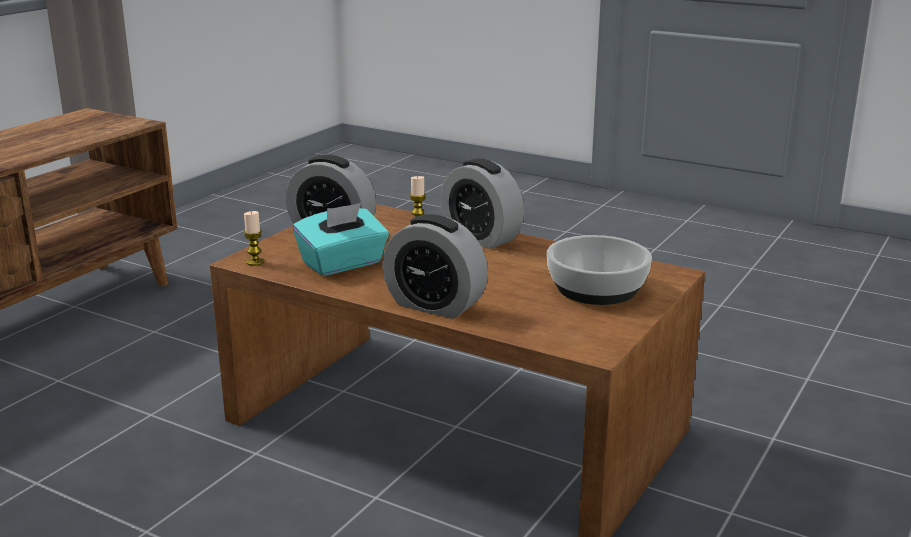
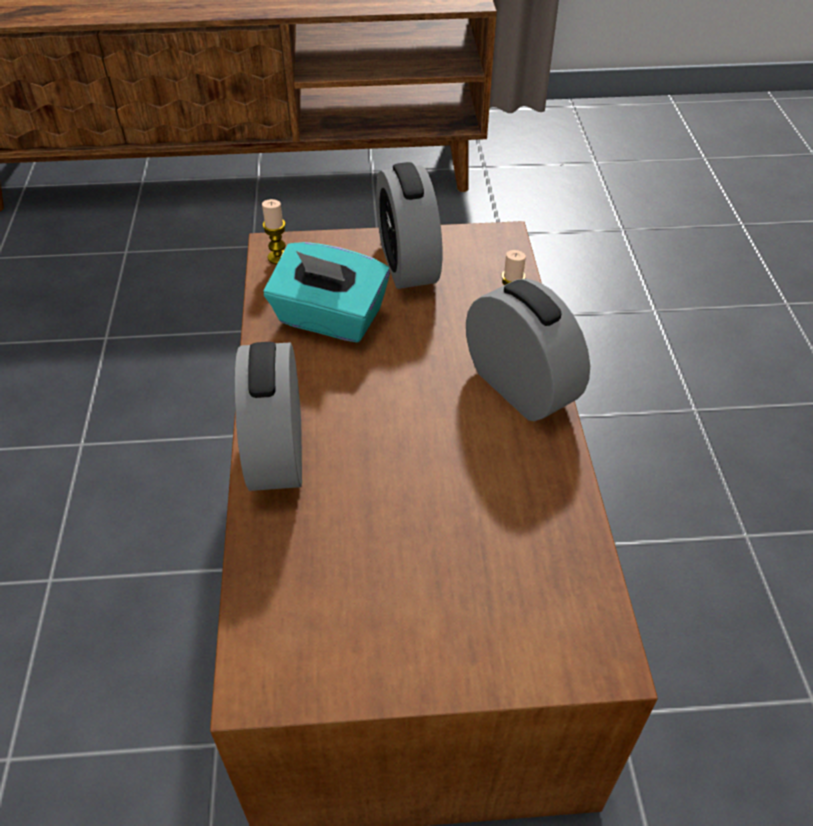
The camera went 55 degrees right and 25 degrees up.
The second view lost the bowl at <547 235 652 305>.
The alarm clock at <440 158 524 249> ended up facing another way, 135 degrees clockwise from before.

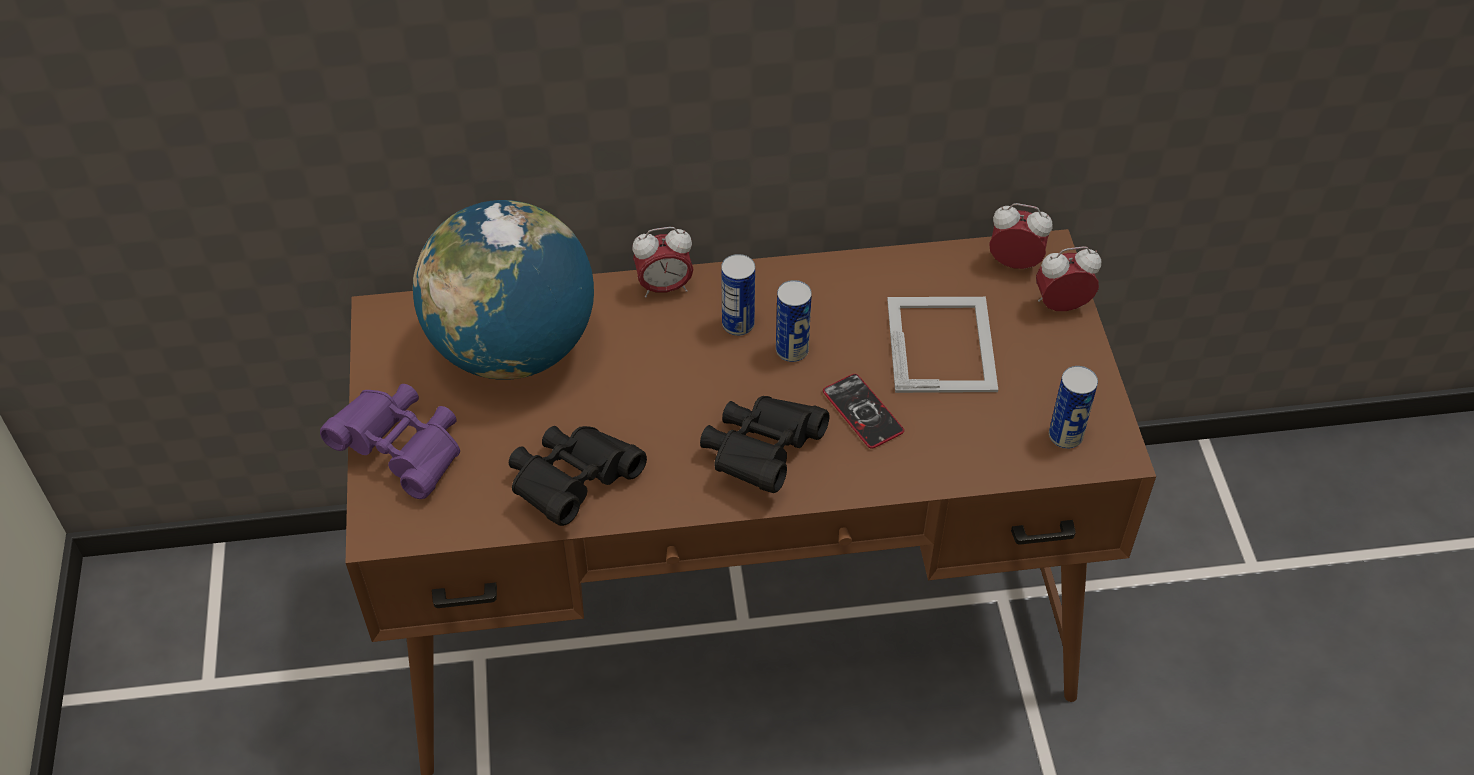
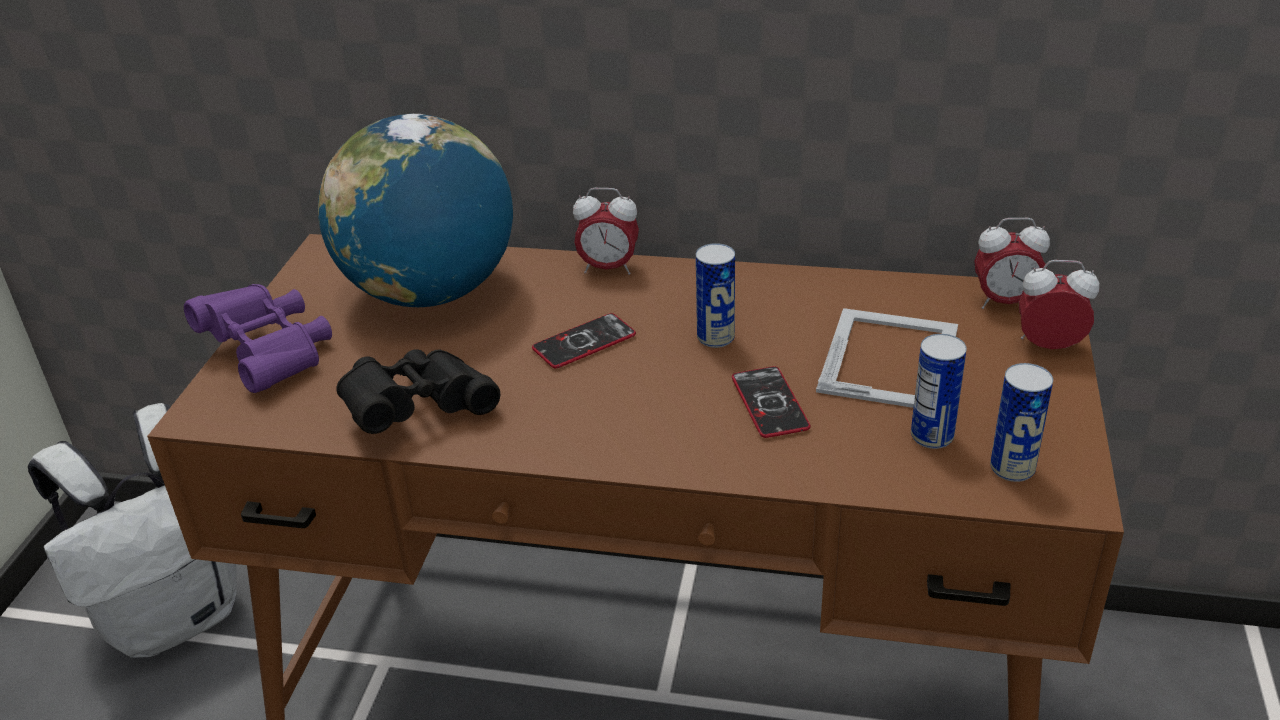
The camera went 20 degrees right and 15 degrees down.
The second view lost the black binoculars at <700 396 829 493>.
The second view gained the white backpack at <28 403 237 658>.
The second view gained the phone at <532 313 636 368>.
The can ended up elsewhere, having gone from <721 254 755 336> to <911 334 967 449>.
The alarm clock at <989 203 1052 269> ended up facing another way, 150 degrees clockwise from before.

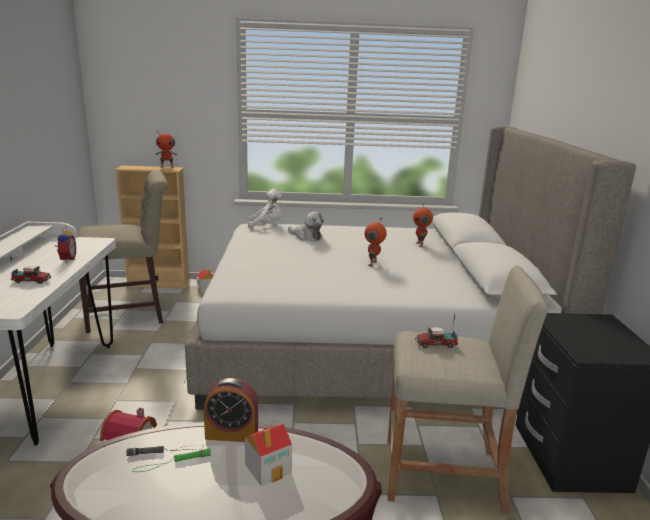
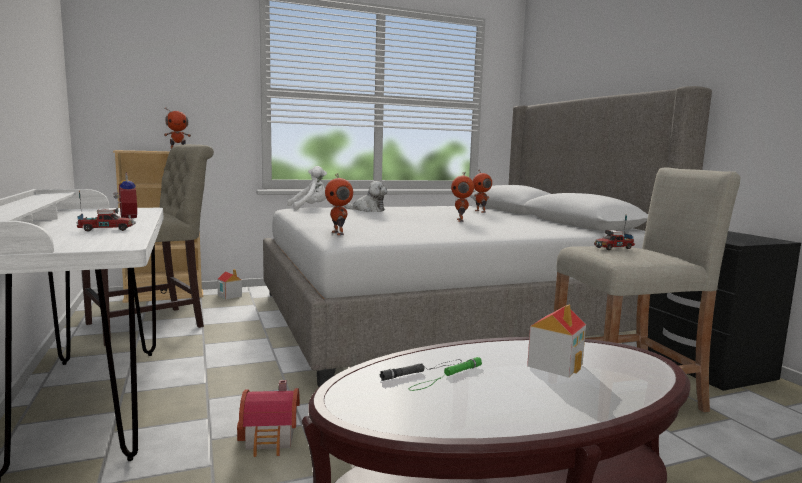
The camera went 20 degrees left and 10 degrees down.
The second view lost the alarm clock at <204 378 258 442>.
The second view gained the toy robot at <325 174 353 235>.

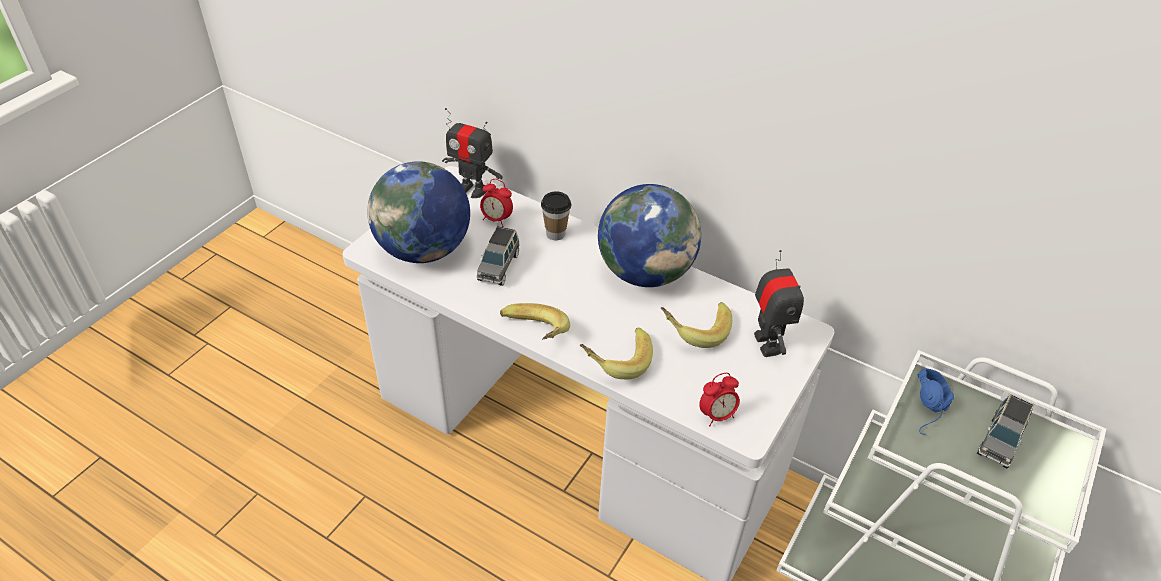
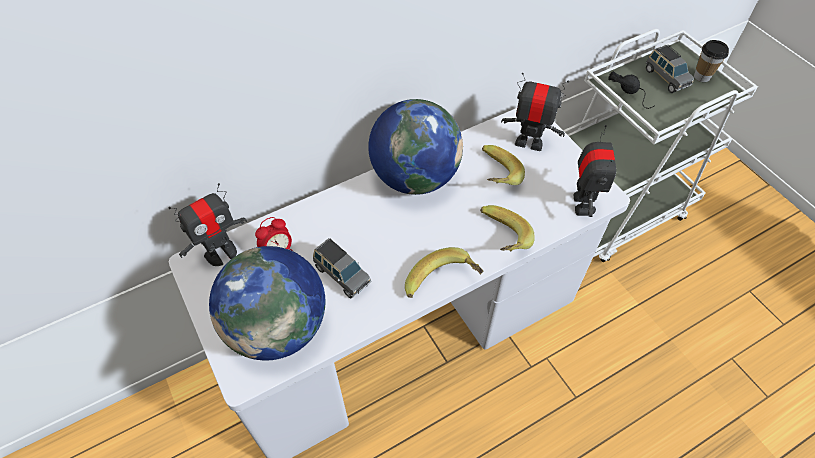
The camera went 60 degrees left and 10 degrees up.
The cup ended up elsewhere, having gone from <541 192 571 240> to <694 40 729 82>.
Where the alarm clock stood at <699 373 740 426>, the toy robot came to stand at <574 125 616 217>.
What was the blue headphones at <918 369 954 435> turned into the black headphones at <608 71 655 109>.

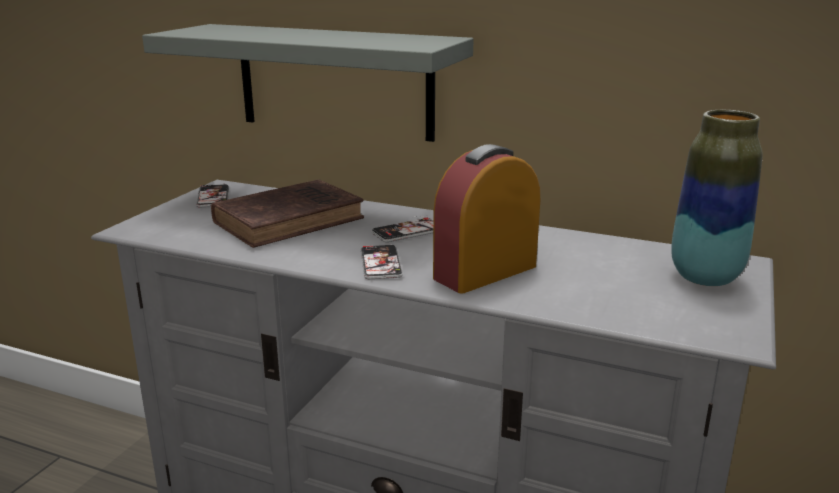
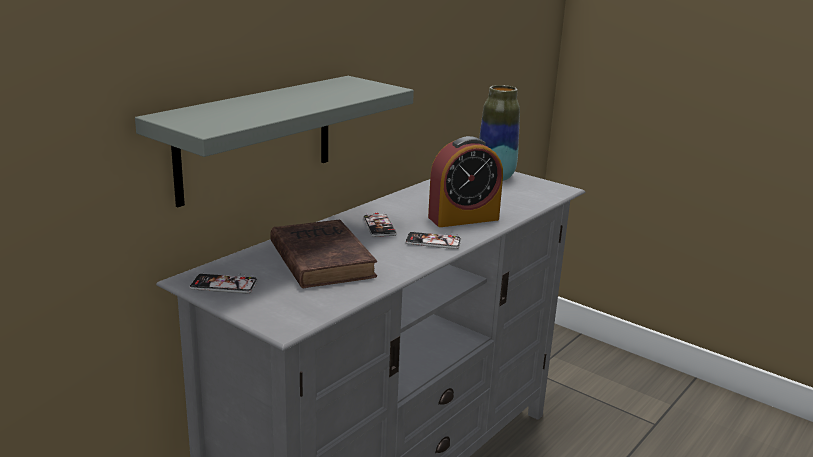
The camera went 75 degrees left and 0 degrees up.
The alarm clock at <433 144 540 294> ended up facing another way, 90 degrees counterclockwise from before.

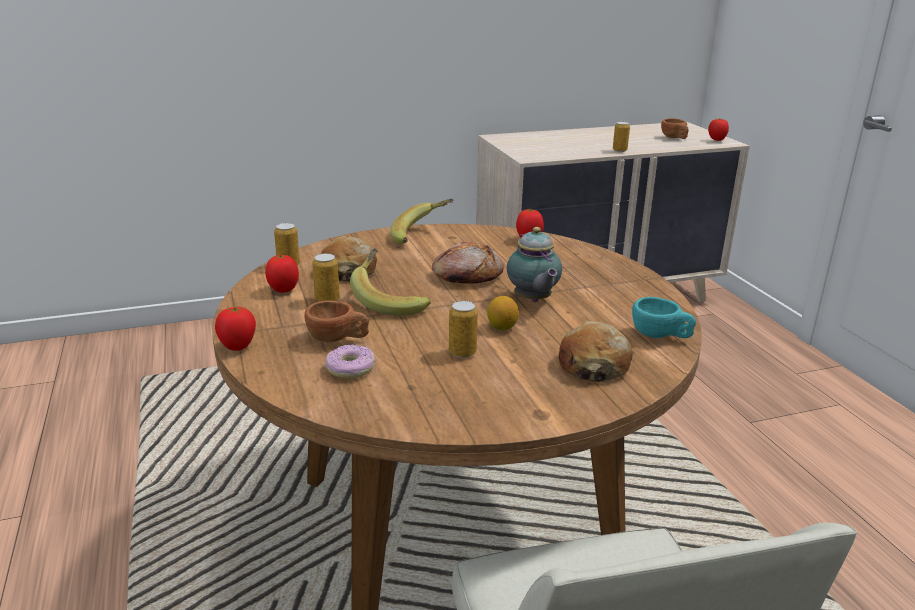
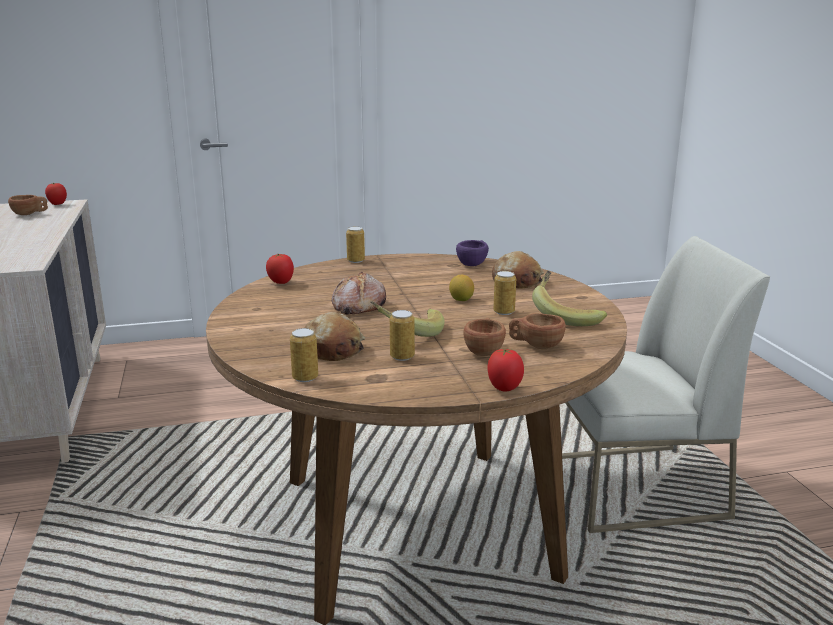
The camera went 85 degrees left and 5 degrees down.
The second view lost the tomato at <265 255 299 293>.
The second view lost the teapot at <507 227 562 302>.
The banana ended up elsewhere, having gone from <390 199 454 244> to <532 271 607 326>.
The can ended up elsewhere, having gone from <613 122 630 152> to <346 226 365 263>.
Where the donut stood at <325 344 376 379>, the brown cup came to stand at <509 313 566 349>.
What was the turquoise cup at <632 297 696 338> turned into the purple cup at <456 240 489 266>.

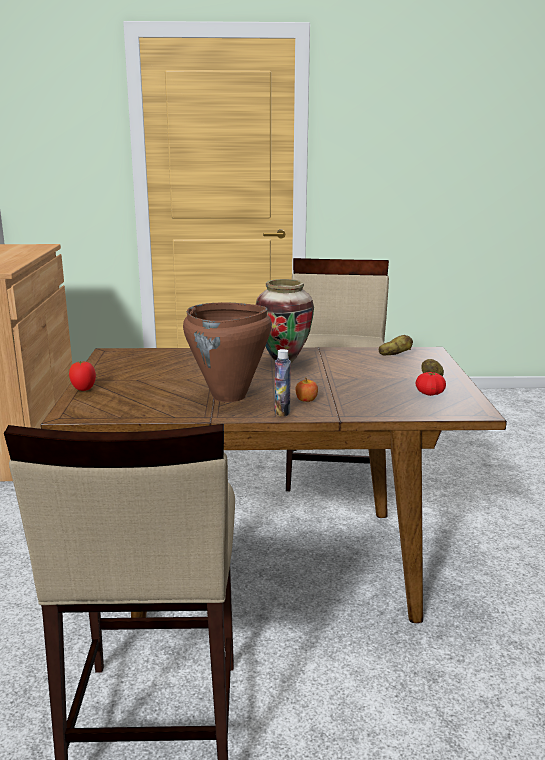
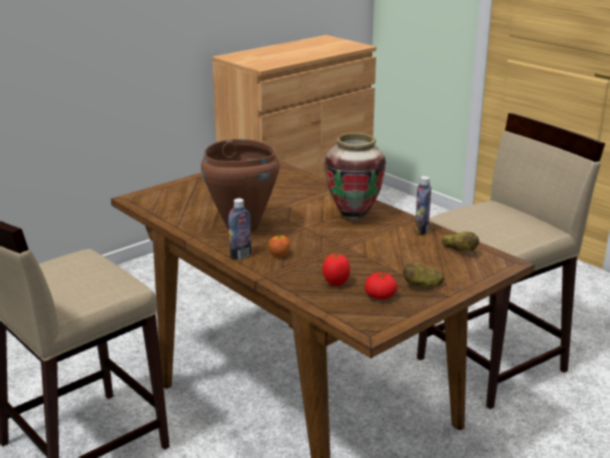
The camera went 50 degrees right and 5 degrees up.
The second view gained the bottle at <415 176 432 235>.
The tomato ended up elsewhere, having gone from <69 361 96 391> to <322 253 350 286>.

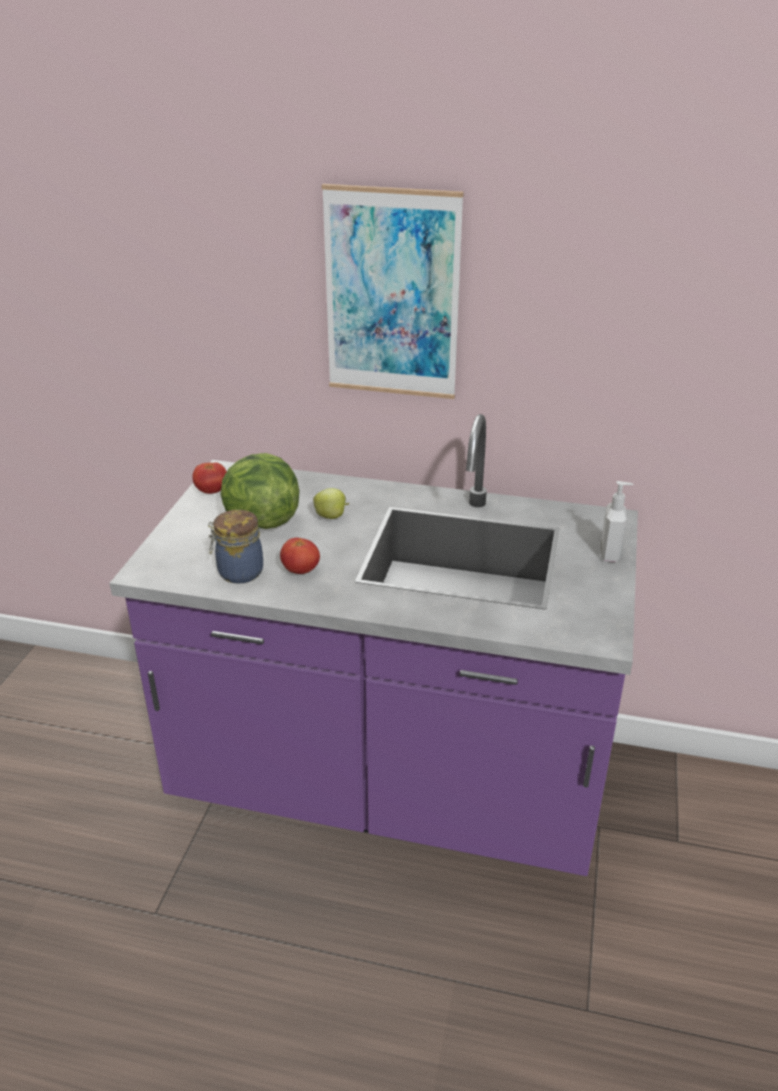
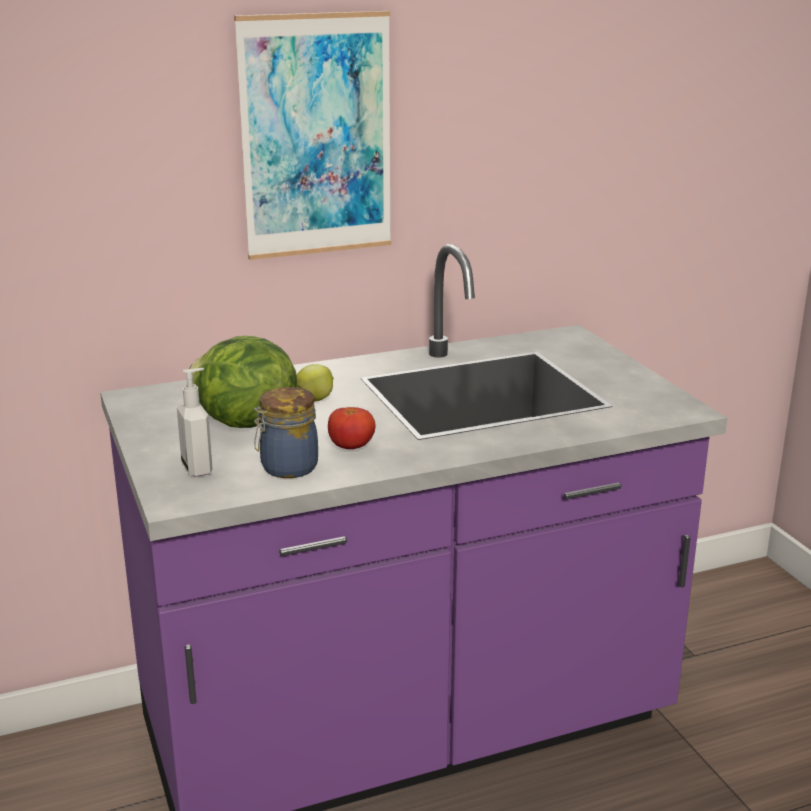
The camera went 35 degrees left and 10 degrees down.
The second view lost the tomato at <192 462 227 494>.
The soap dispenser ended up elsewhere, having gone from <601 481 633 562> to <177 368 212 477>.

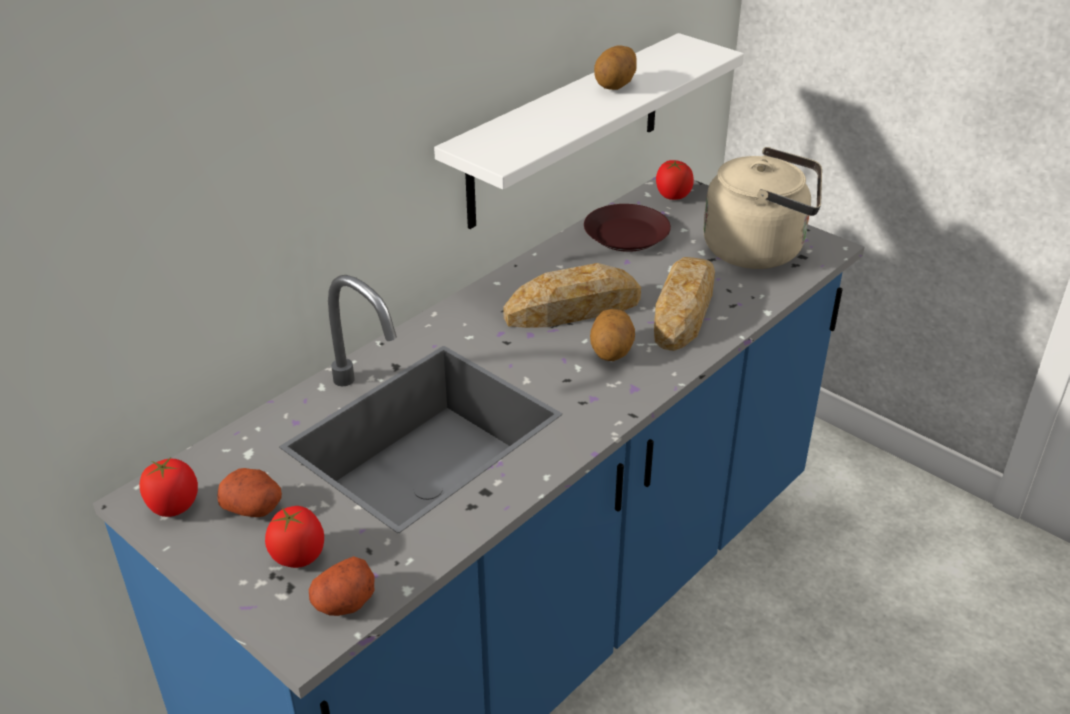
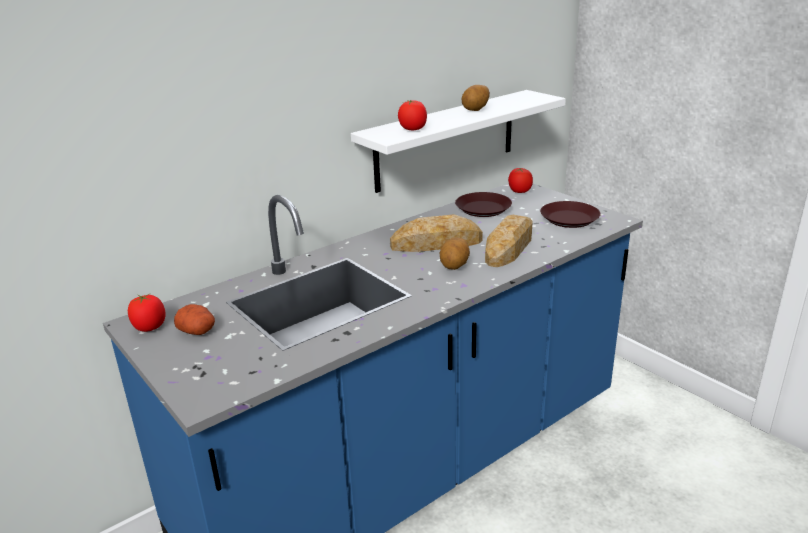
The camera went 10 degrees right and 10 degrees down.
The second view lost the potato at <309 556 374 616>.
The tomato ended up elsewhere, having gone from <265 506 324 568> to <398 100 427 130>.
Where the beige kettle stood at <703 147 822 269>, the brown plate came to stand at <540 201 601 228>.

